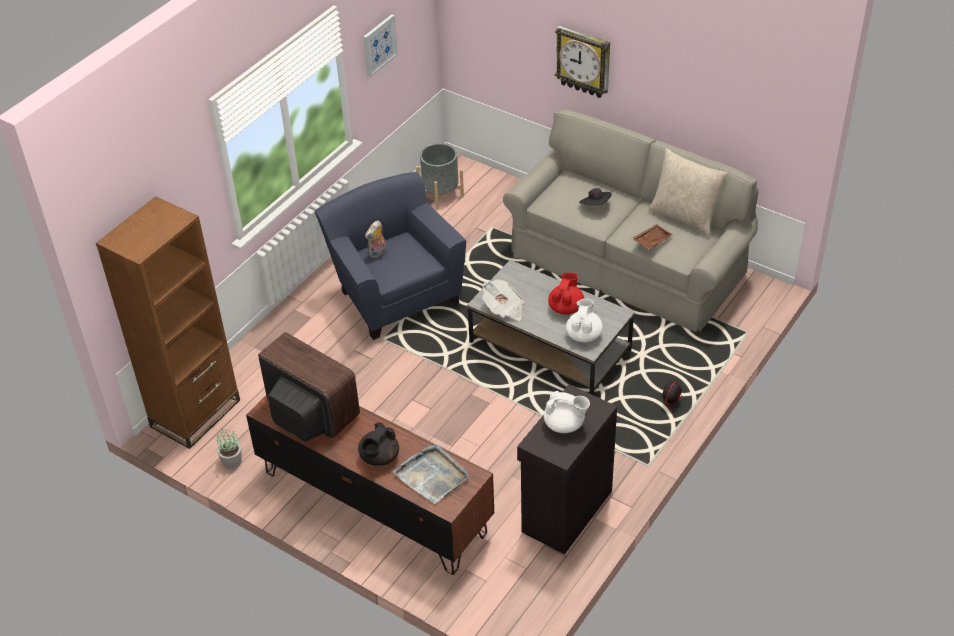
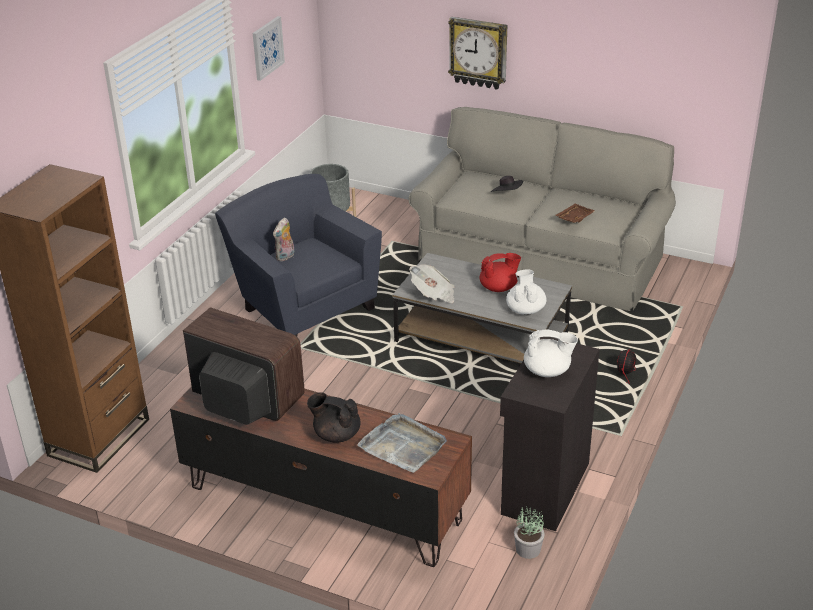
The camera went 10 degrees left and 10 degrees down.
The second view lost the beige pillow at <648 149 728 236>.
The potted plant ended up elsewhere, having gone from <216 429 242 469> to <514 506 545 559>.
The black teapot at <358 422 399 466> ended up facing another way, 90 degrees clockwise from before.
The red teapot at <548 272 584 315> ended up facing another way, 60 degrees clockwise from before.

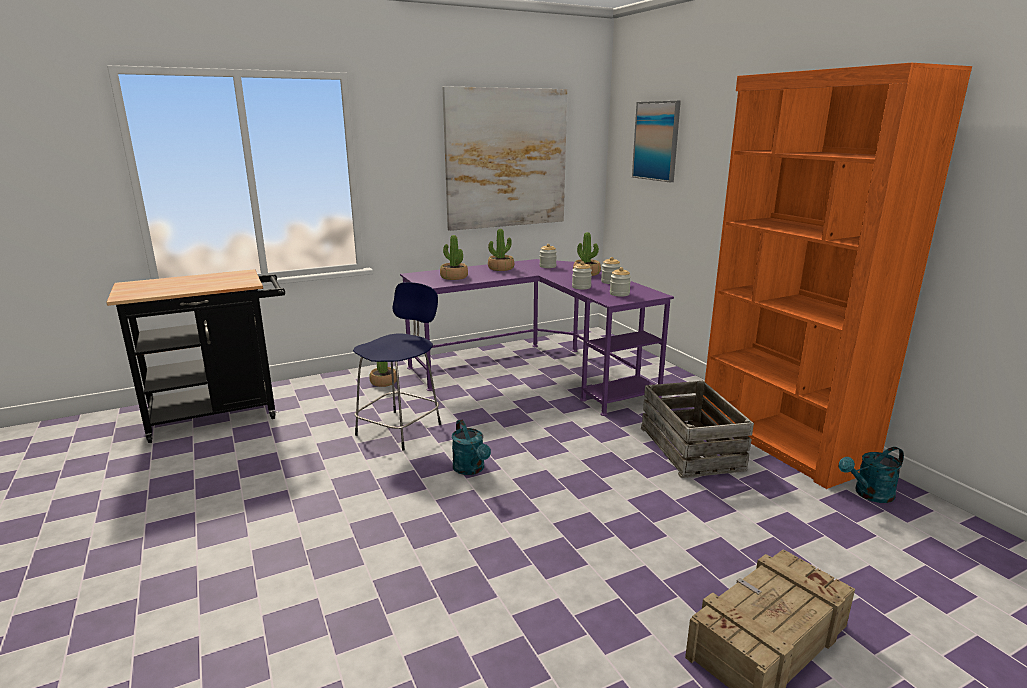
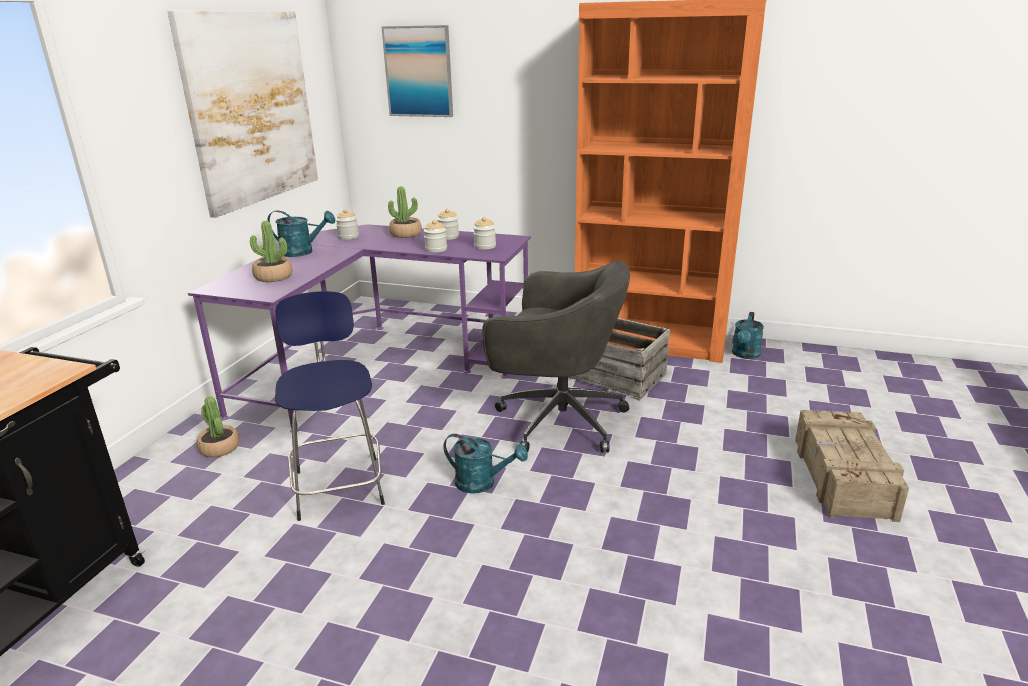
The camera went 45 degrees left and 5 degrees up.
The second view gained the grey office chair at <482 261 630 453>.
Where the potted plant stood at <488 229 514 271>, the turquoise watering can came to stand at <268 210 335 257>.

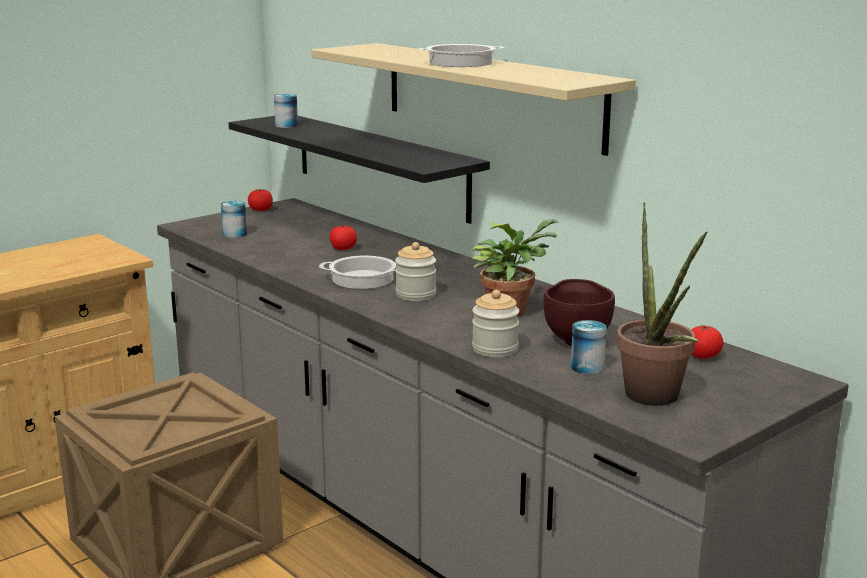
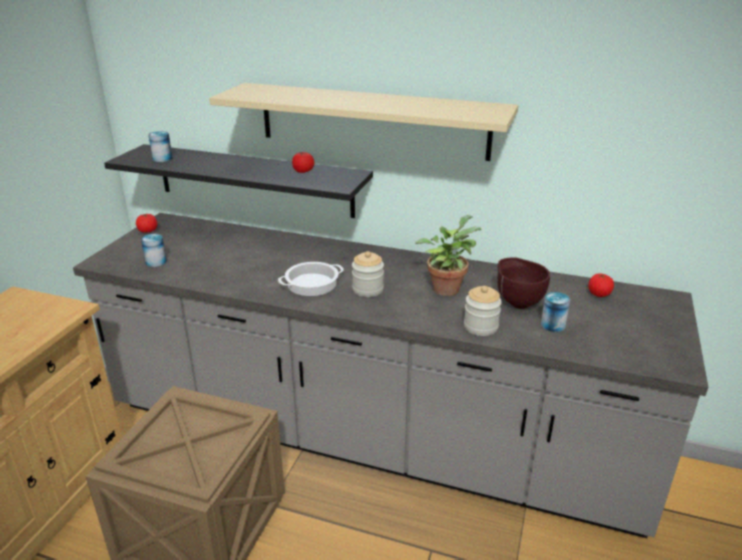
The camera went 30 degrees left and 10 degrees up.
The second view lost the cooking pot at <418 44 505 67>.
The second view lost the potted plant at <617 202 708 406>.
The tomato ended up elsewhere, having gone from <330 225 357 250> to <292 152 314 173>.

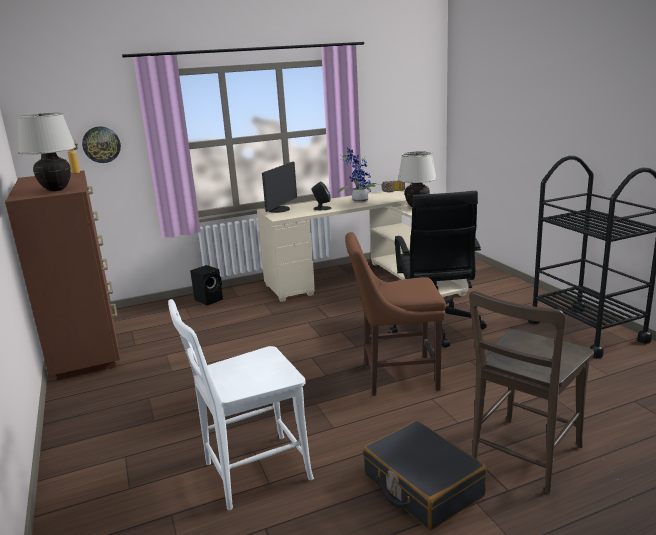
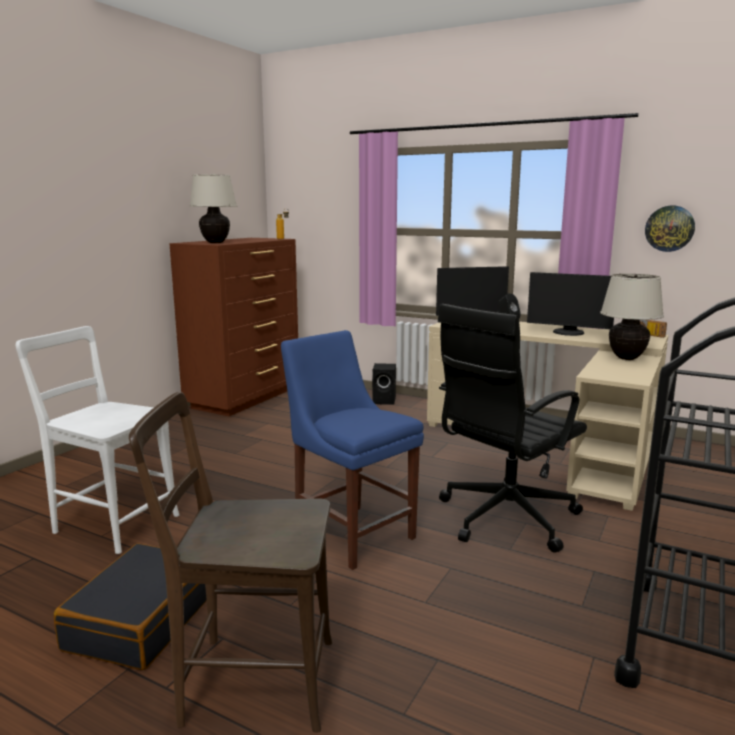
The camera went 50 degrees right and 5 degrees down.
The wall clock ended up elsewhere, having gone from <82 126 121 163> to <645 206 695 252>.
Where the potted plant stood at <337 148 380 203>, the monitor came to stand at <527 272 614 336>.
What was the brown chair at <345 232 446 396> turned into the blue chair at <281 330 424 570>.

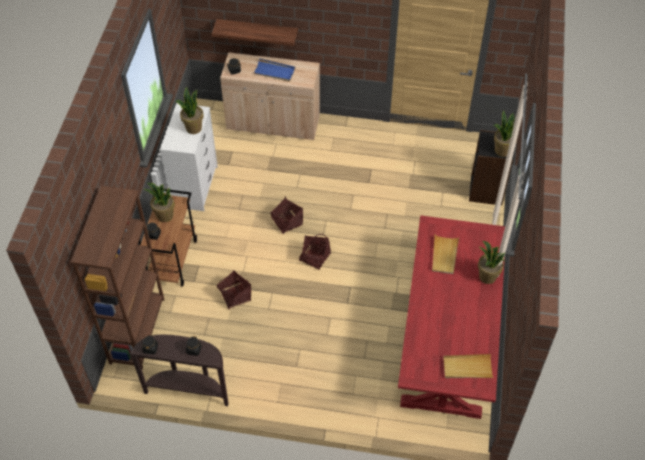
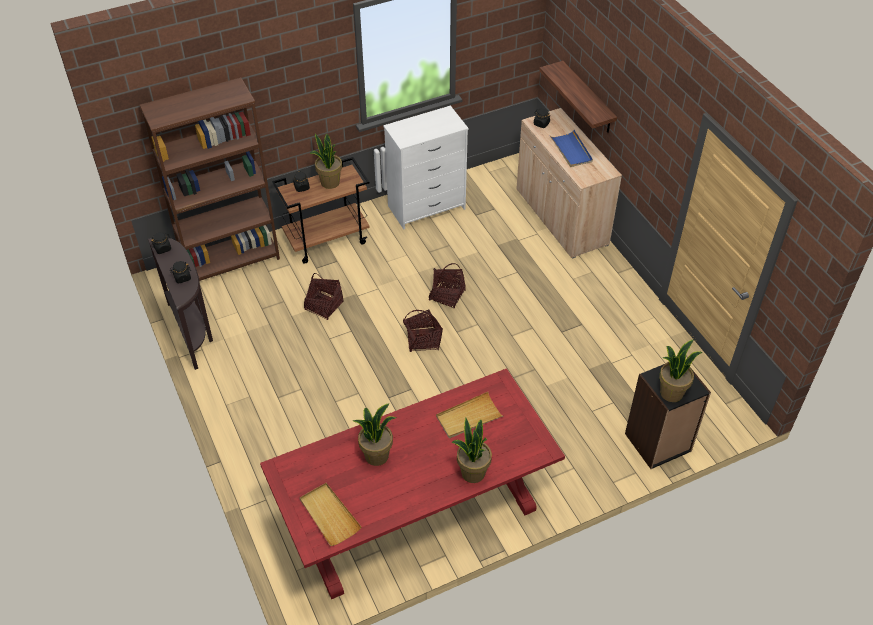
The camera went 55 degrees right and 5 degrees down.
The potted plant ended up elsewhere, having gone from <175 87 204 134> to <353 403 396 466>.

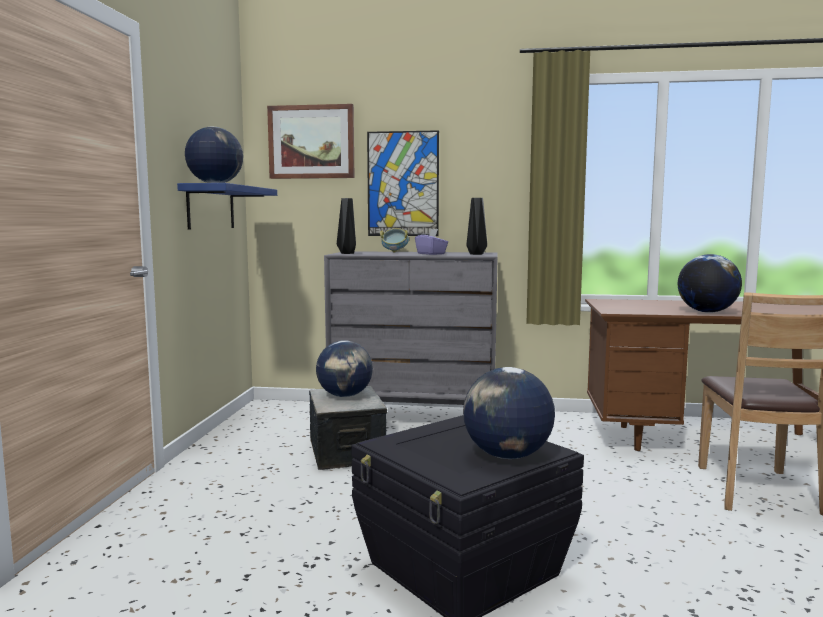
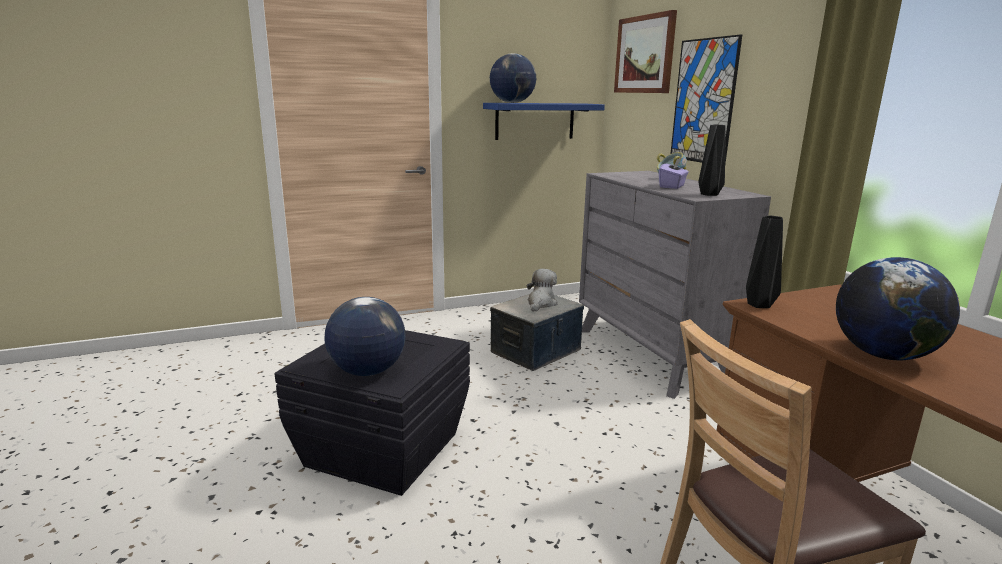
The camera went 60 degrees right and 10 degrees up.
The black vase ended up elsewhere, having gone from <337 198 356 254> to <746 215 783 308>.
Where the globe stood at <316 340 373 397>, the plush toy came to stand at <527 269 558 312>.

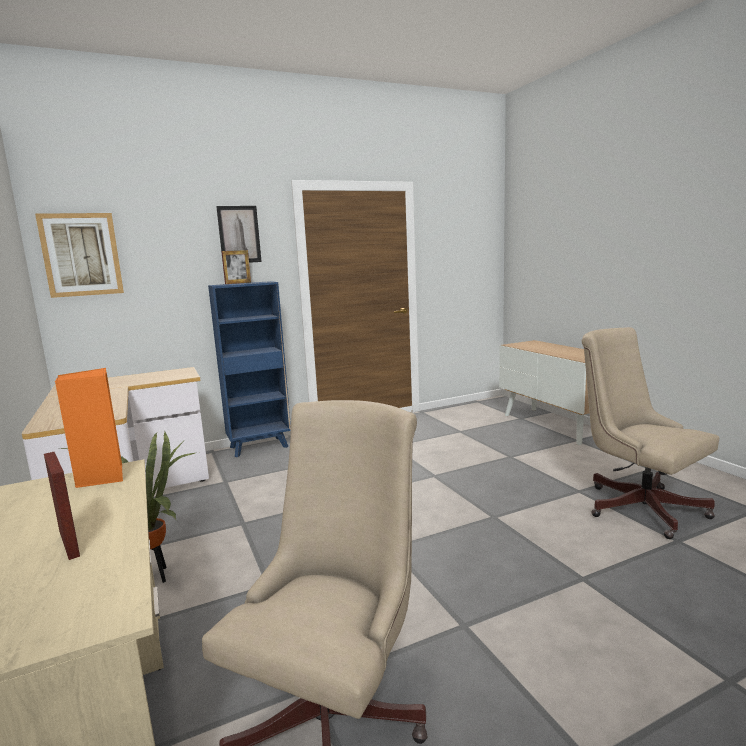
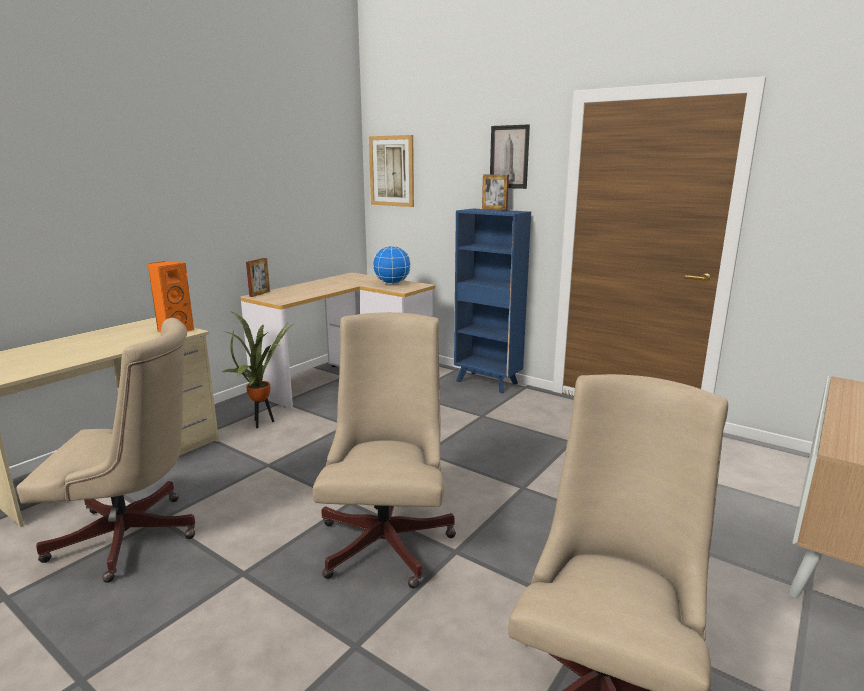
The camera went 60 degrees right and 5 degrees up.
The second view gained the beige office chair at <313 312 456 588>.
The second view gained the globe at <373 246 411 284>.
The picture frame ended up elsewhere, having gone from <44 452 80 560> to <246 258 270 297>.

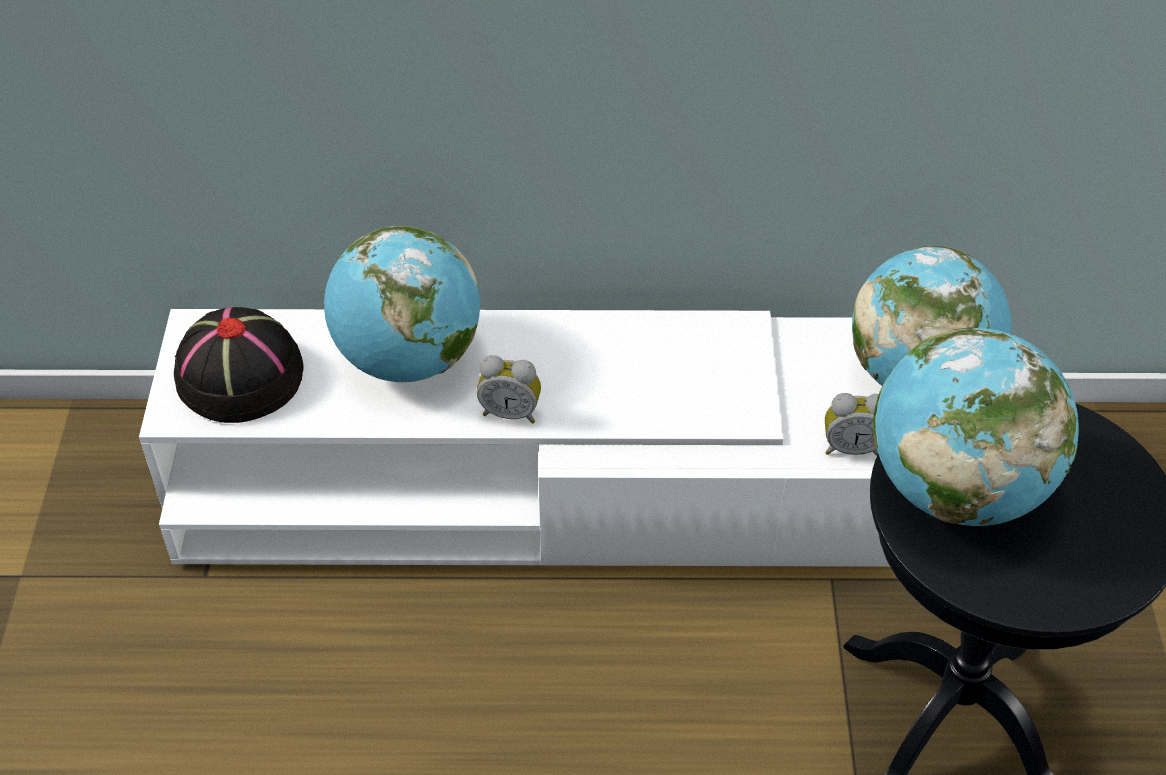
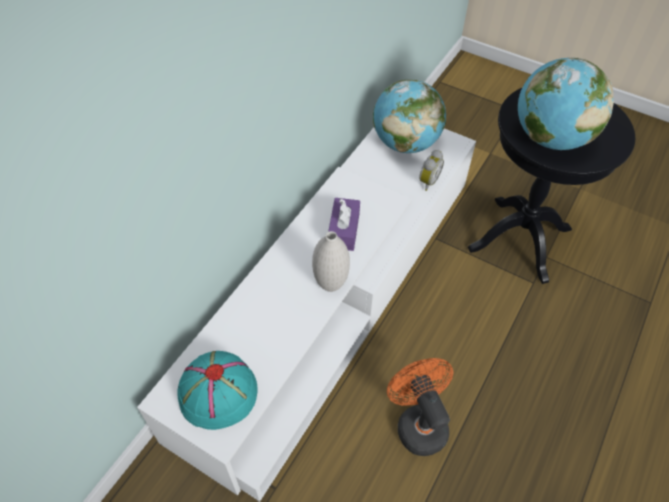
The camera went 60 degrees left and 5 degrees up.
The second view lost the globe at <324 226 480 382>.
The second view gained the purple tissue box at <328 198 360 251>.
The second view gained the orange fan at <387 358 453 456>.
Where the alarm clock stood at <476 355 541 423>, the white vase came to stand at <312 231 350 292>.
What was the black hat at <174 307 304 423> turned into the turquoise hat at <177 351 258 430>.

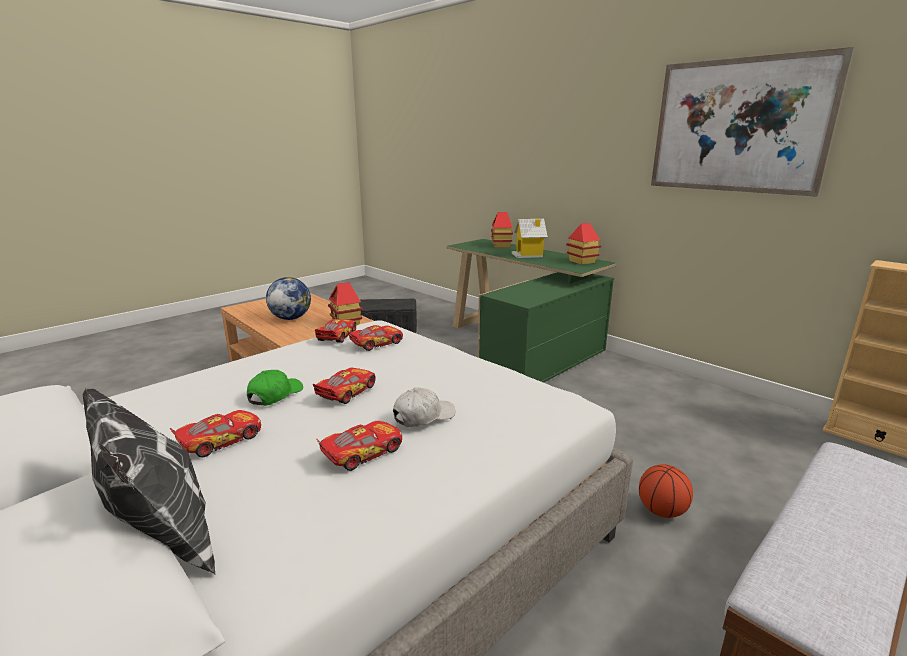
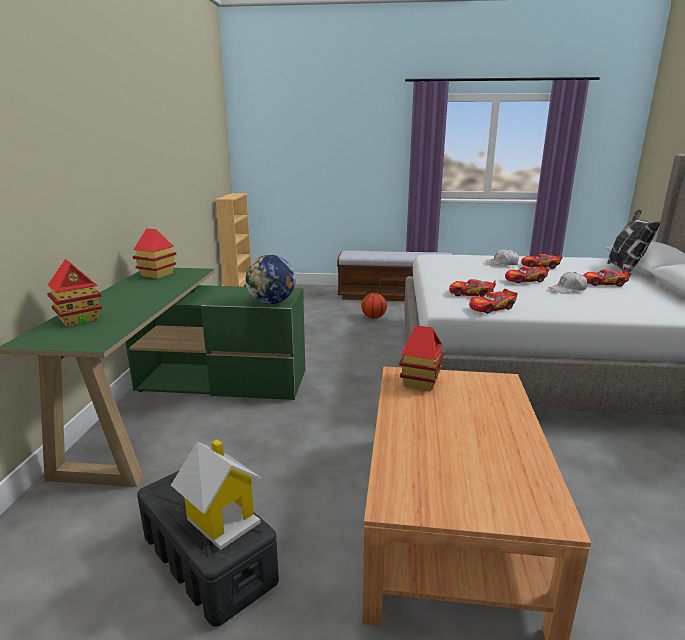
The camera went 130 degrees left and 0 degrees up.
The second view lost the picture at <651 47 854 197>.
The globe ended up elsewhere, having gone from <266 277 311 320> to <246 255 296 304>.
The toy house ended up elsewhere, having gone from <512 219 548 258> to <171 440 262 550>.
What was the green cap at <247 370 303 406> turned into the white cap at <549 272 588 294>.

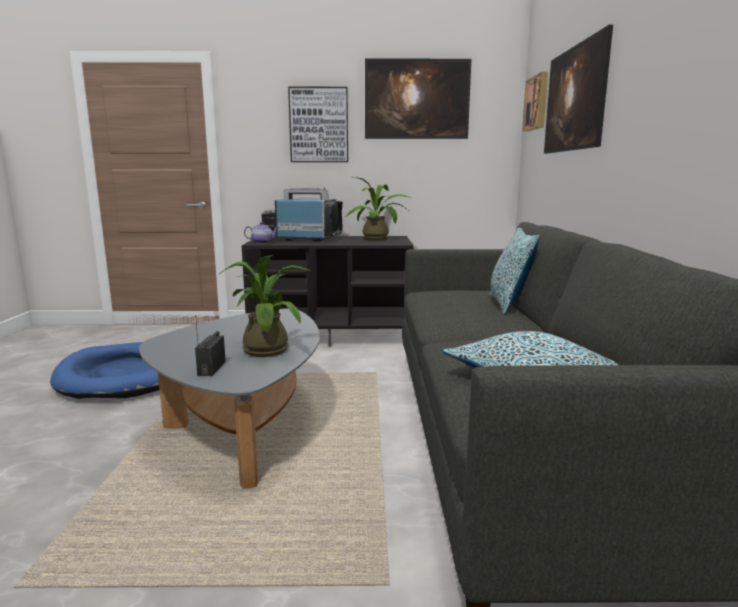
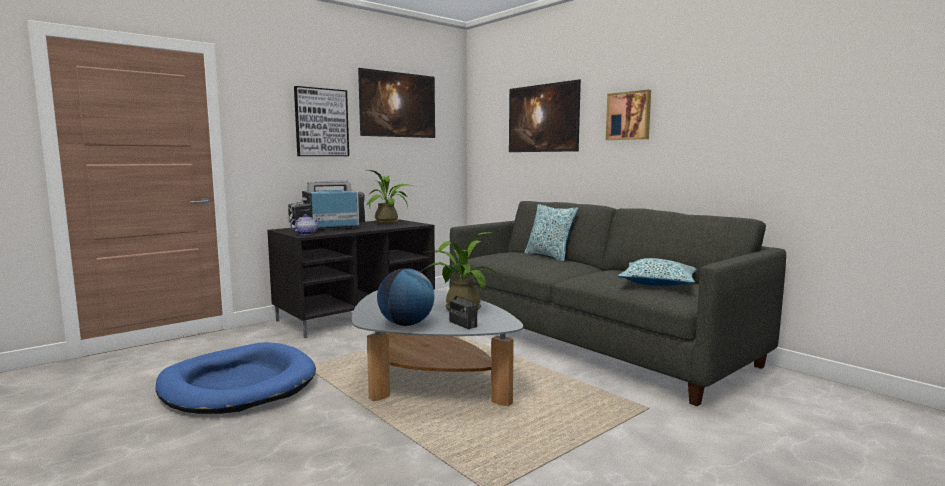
The camera went 40 degrees left and 5 degrees down.
The second view gained the globe at <377 268 435 326>.
The picture ended up elsewhere, having gone from <522 72 548 132> to <606 90 651 140>.

